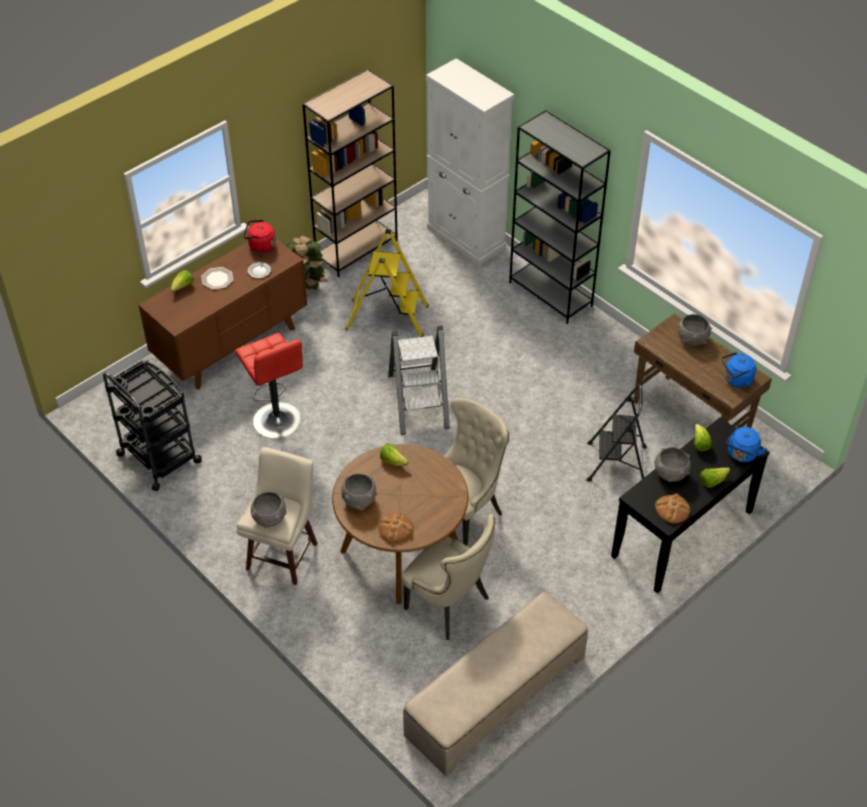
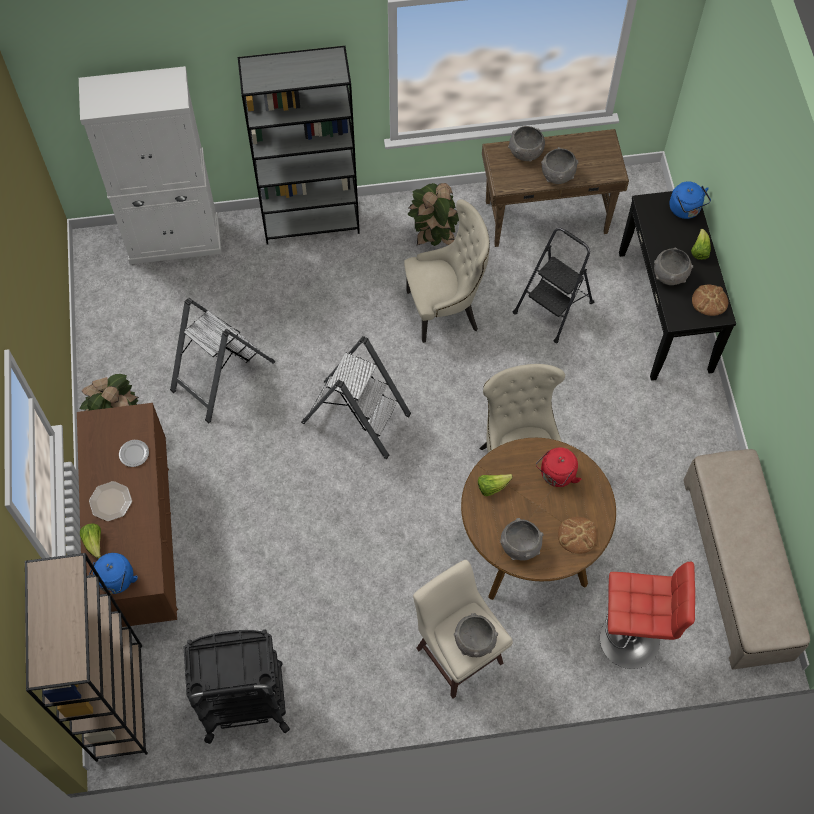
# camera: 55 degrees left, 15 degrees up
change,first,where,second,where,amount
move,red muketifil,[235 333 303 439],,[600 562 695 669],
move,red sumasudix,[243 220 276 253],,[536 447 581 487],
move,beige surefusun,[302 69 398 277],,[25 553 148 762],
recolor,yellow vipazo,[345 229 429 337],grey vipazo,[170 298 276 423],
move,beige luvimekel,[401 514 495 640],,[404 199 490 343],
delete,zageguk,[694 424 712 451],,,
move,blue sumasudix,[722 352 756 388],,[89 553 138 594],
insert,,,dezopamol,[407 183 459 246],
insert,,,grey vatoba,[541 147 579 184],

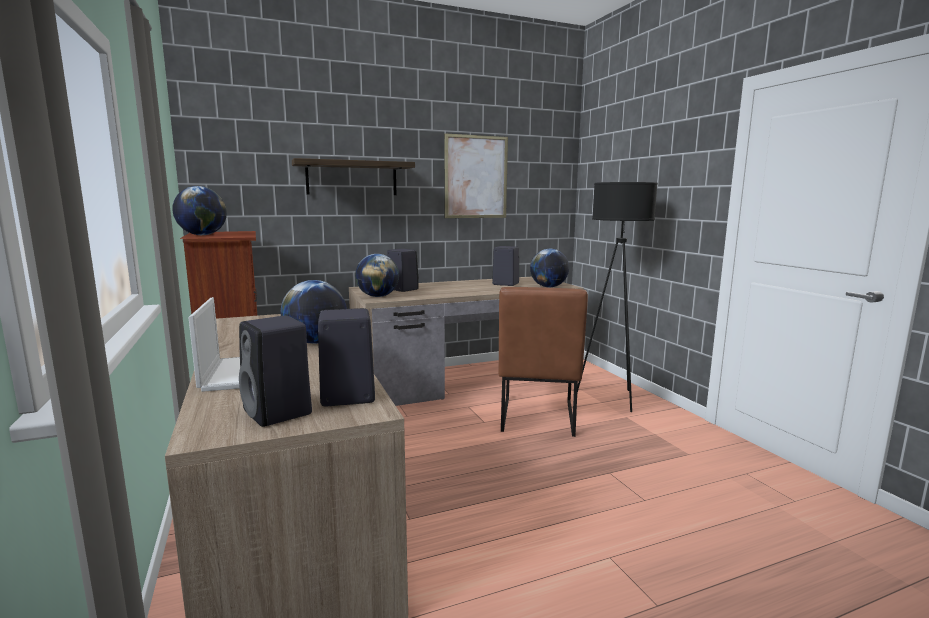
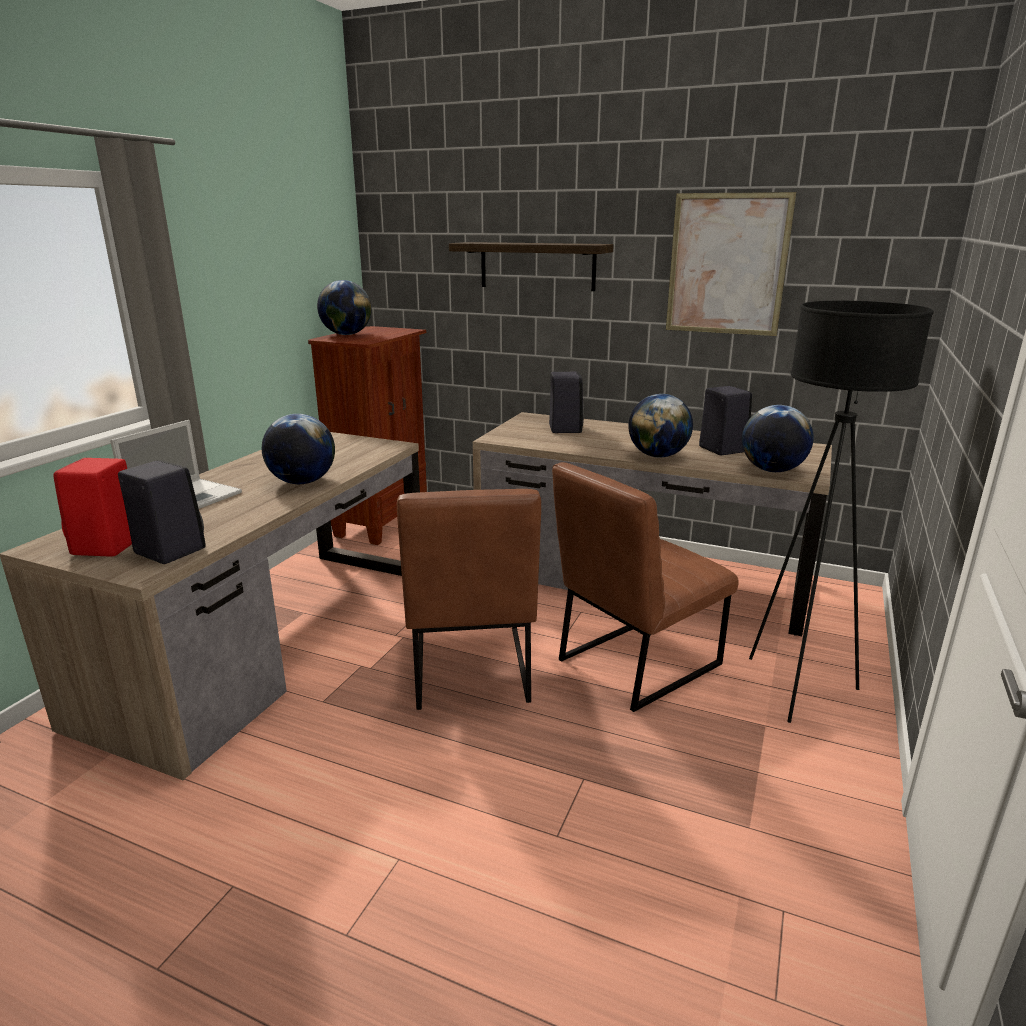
# camera: 45 degrees right, 10 degrees up
change,first,where,second,where,amount
recolor,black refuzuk,[239 315 312 427],red refuzuk,[54 458 132 557],
move,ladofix,[355 254 399 297],,[629 394 693 457],
insert,,,brown luvimekel,[397 489 541 710],

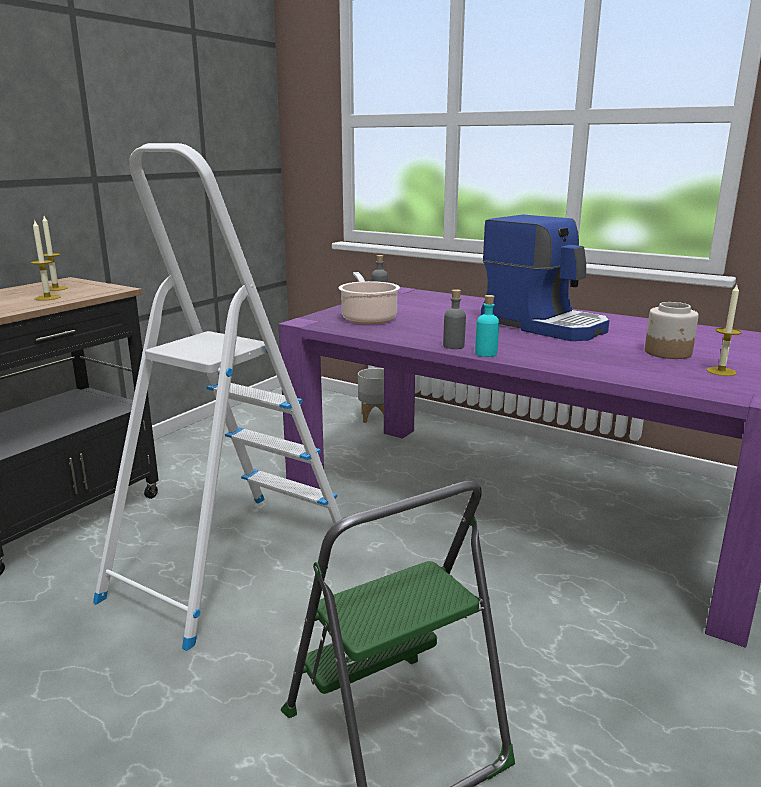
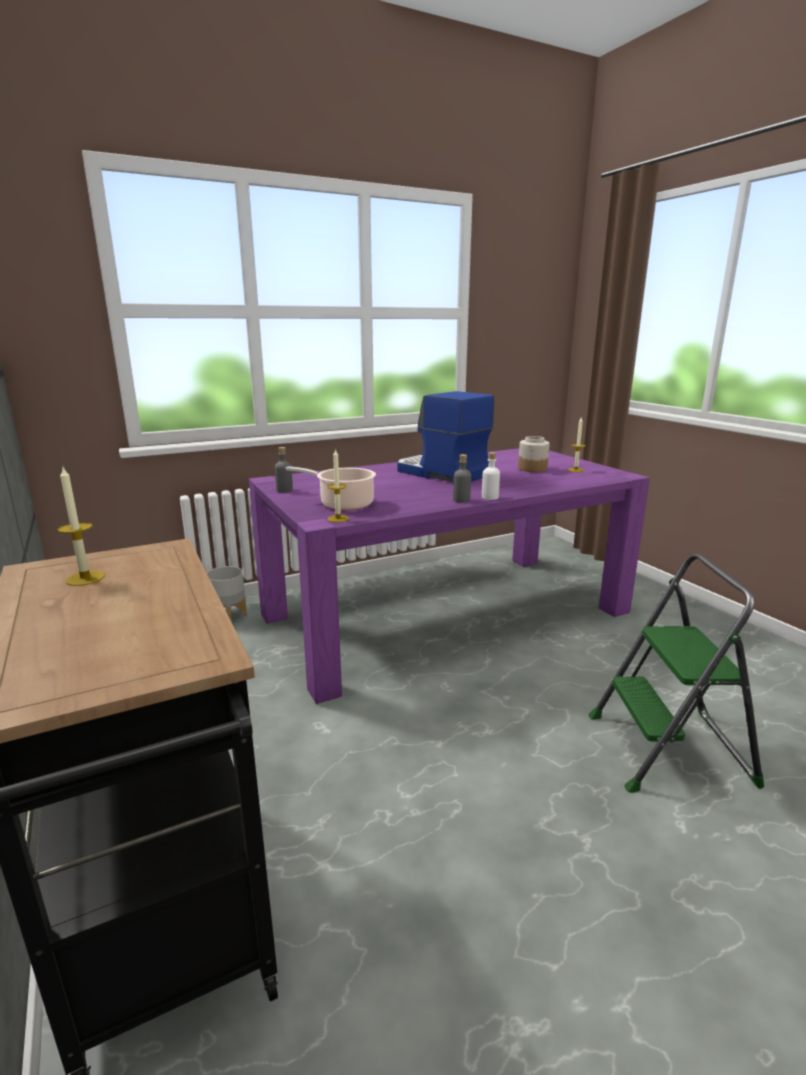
# camera: 60 degrees left, 0 degrees up
change,first,where,second,where,amount
move,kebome,[30 219 60 301],,[327 448 349 522],
delete,white vipazo,[93 143 342 651],,,
recolor,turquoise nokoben,[475 295 499 357],white nokoben,[482 452 500 500],
rotate,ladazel,[481 215 610 341],,[397 391 494 483],120 degrees counterclockwise

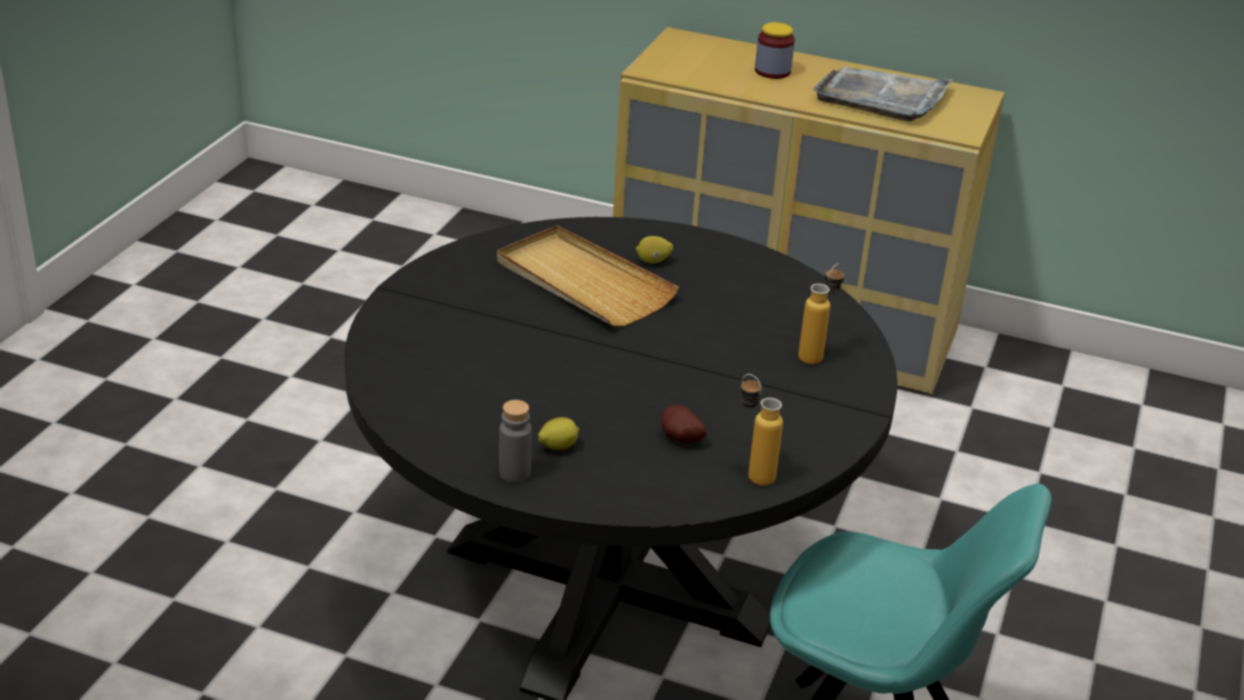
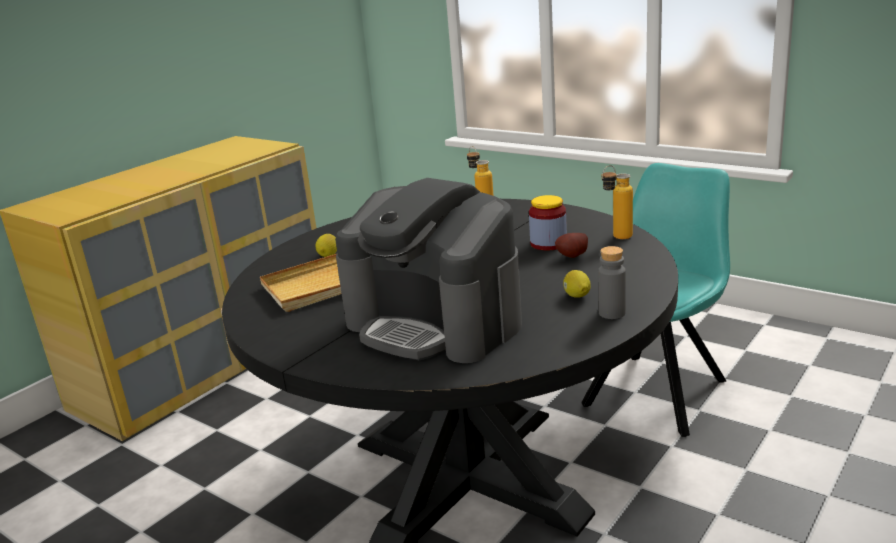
# camera: 70 degrees left, 10 degrees down
change,first,where,second,where,amount
move,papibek,[755 22 795 79],,[529 195 567 250],
delete,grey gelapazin,[813 66 953 122],,,
insert,,,ladazel,[335 178 522 363],

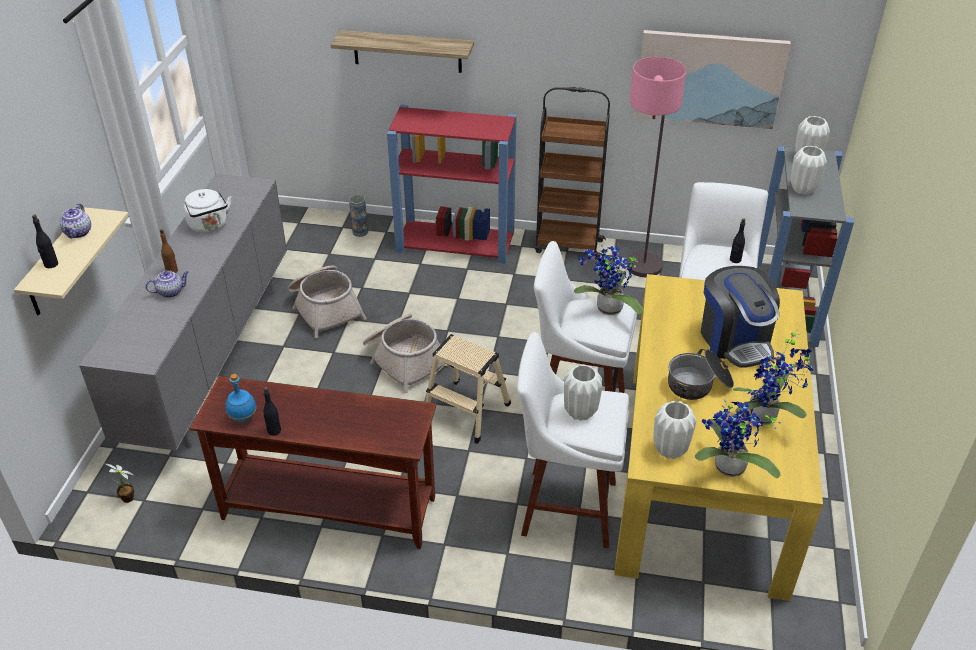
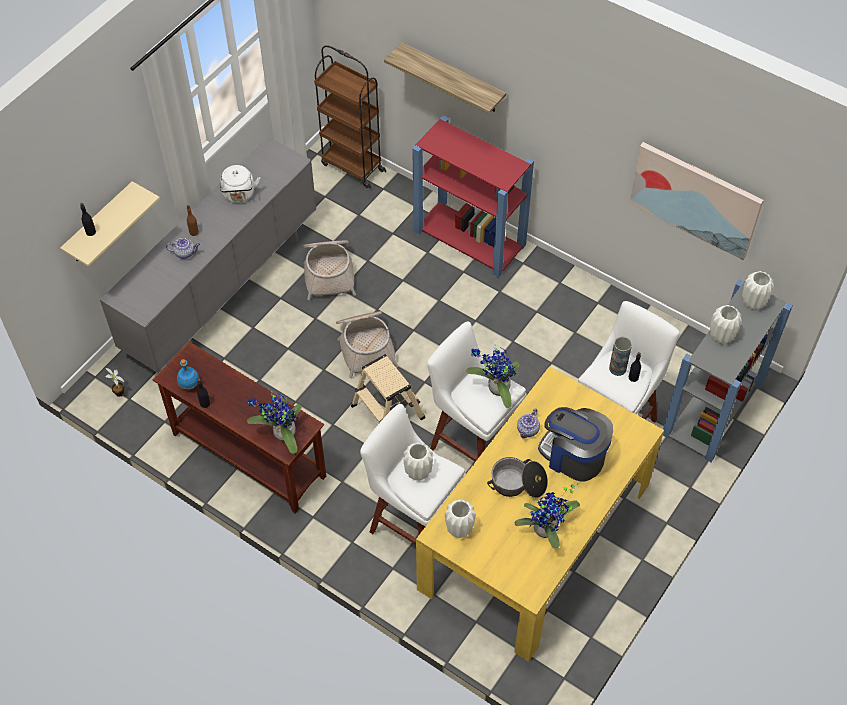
# camera: 25 degrees right, 15 degrees up
change,first,where,second,where,amount
move,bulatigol,[60 203 91 238],,[517 408 540 438],
move,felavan,[349 195 368 237],,[609 337 632 376],
move,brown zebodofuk,[534 87 610 259],,[314 45 386 188],
delete,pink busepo,[627 57 686 277],,,
move,dezopamol,[695 400 781 478],,[247 391 302 454],
rotate,ladazel,[701 266 780 368],,[538 407 613 481],120 degrees clockwise

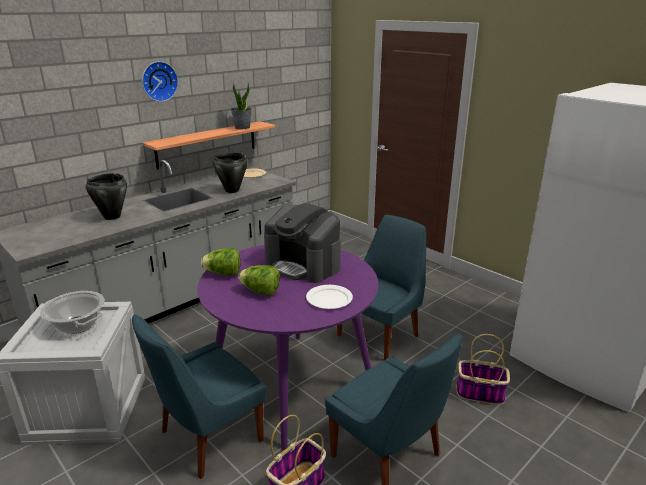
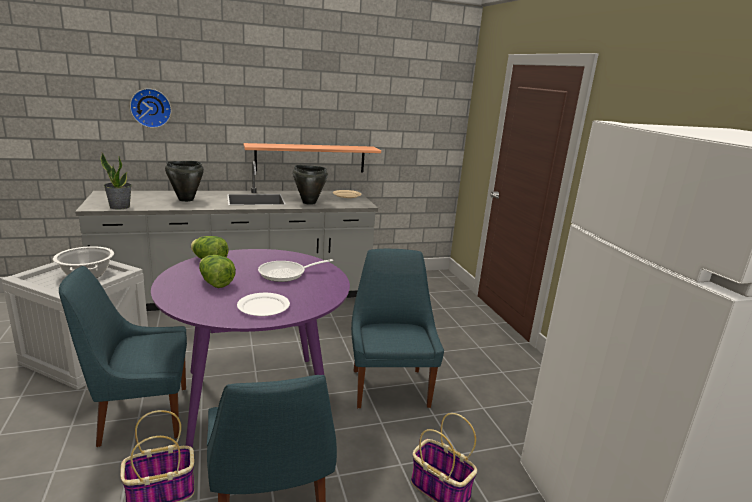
# camera: 25 degrees right, 5 degrees down
change,first,where,second,where,amount
move,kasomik,[142 61 178 102],,[130 88 172 128],
move,dezopamol,[231 82 252 129],,[100 152 132 210],
replace,ladazel,[264 203 341 283],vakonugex,[258 259 333 282],
rotate,blue luvimekel,[337 215 426 360],,[351 249 444 408],75 degrees counterclockwise

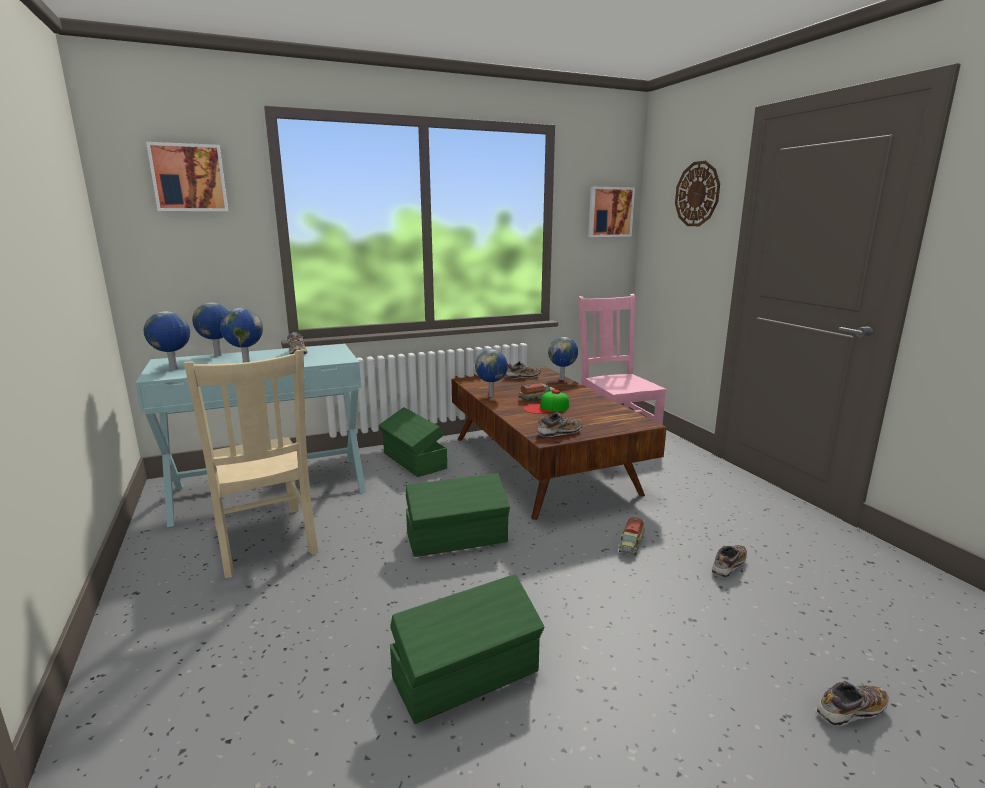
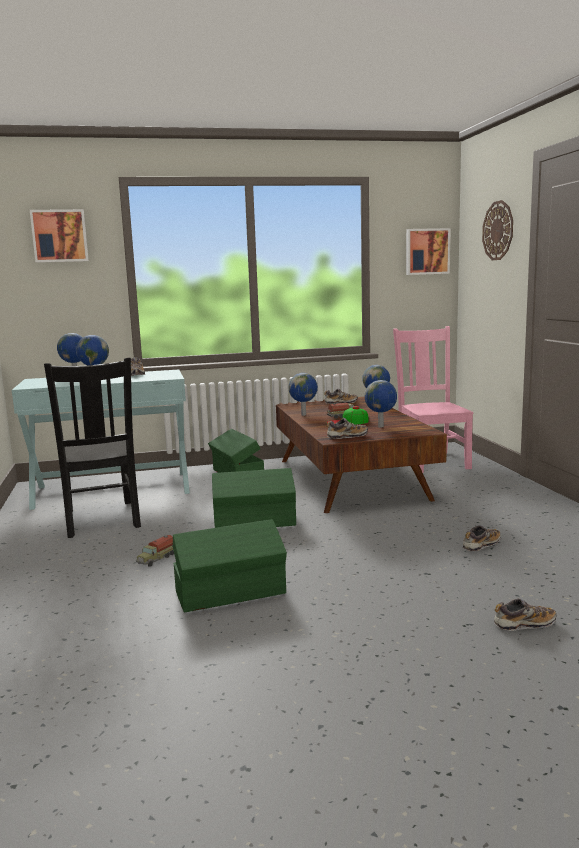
# camera: 10 degrees right, 5 degrees down
change,first,where,second,where,amount
move,ladofix,[144 311 190 370],,[365 380 397 427],
recolor,beige luvimekel,[184 349 318 578],black luvimekel,[44 358 141 538],
move,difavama,[619 517 645 556],,[136 535 174 567],

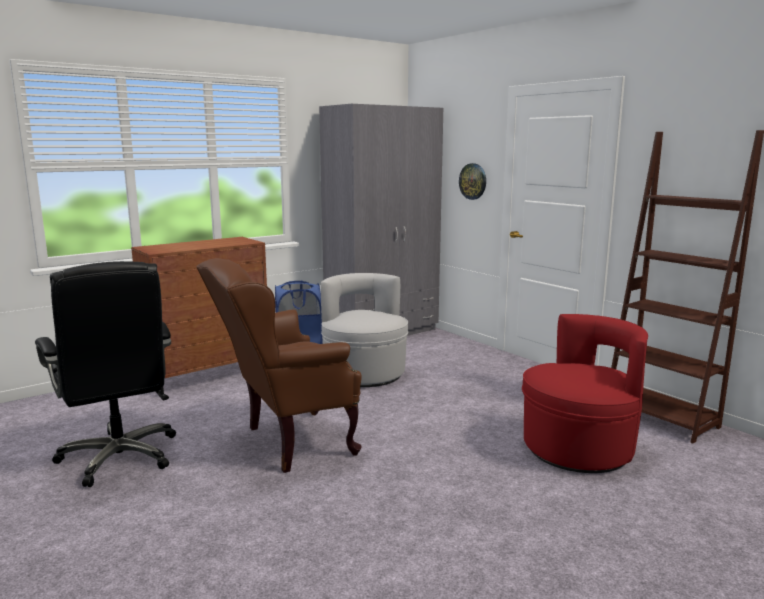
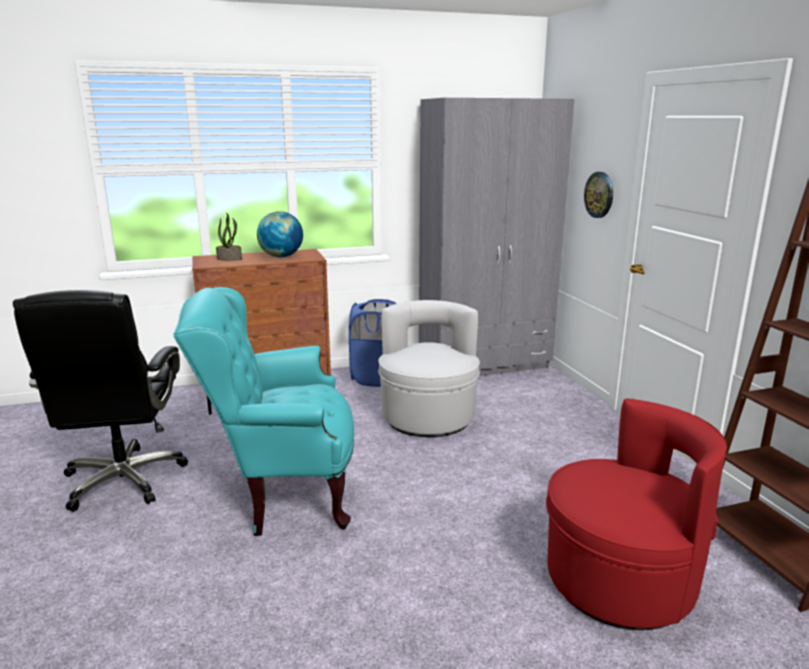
# camera: 20 degrees right, 5 degrees up
change,first,where,second,where,amount
recolor,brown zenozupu,[197 258 362 473],turquoise zenozupu,[173 287 354 536],
insert,,,dezopamol,[216 213 242 261],
insert,,,ladofix,[257 211 303 257],

